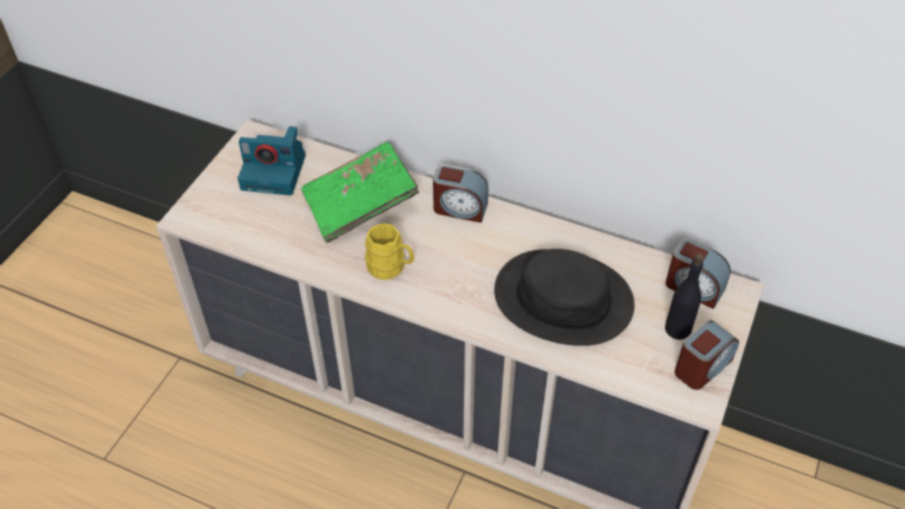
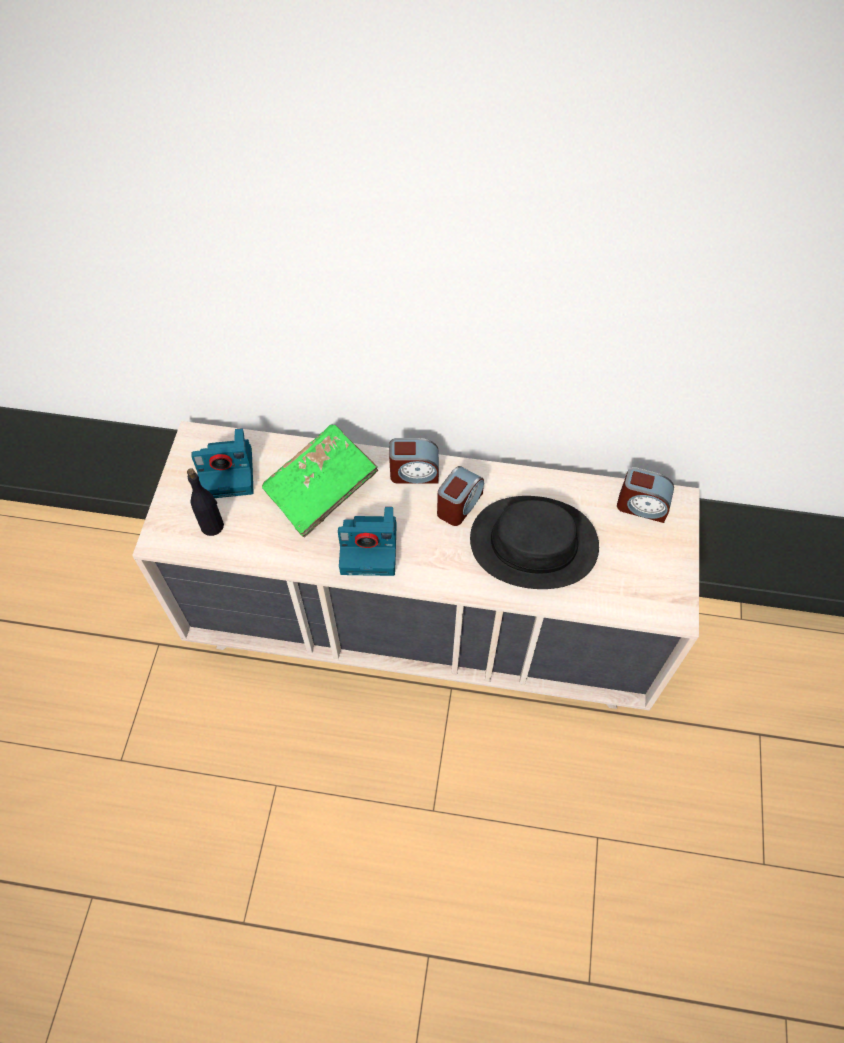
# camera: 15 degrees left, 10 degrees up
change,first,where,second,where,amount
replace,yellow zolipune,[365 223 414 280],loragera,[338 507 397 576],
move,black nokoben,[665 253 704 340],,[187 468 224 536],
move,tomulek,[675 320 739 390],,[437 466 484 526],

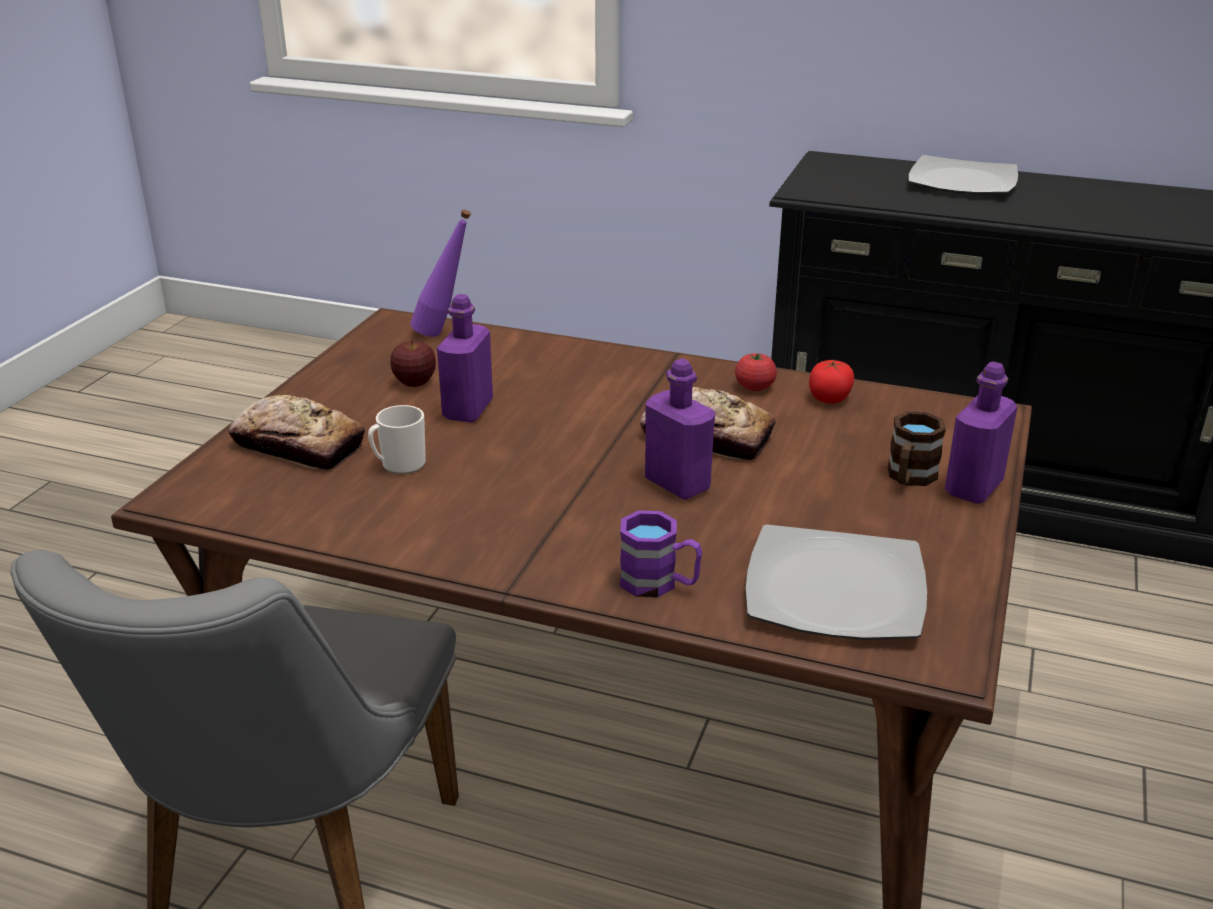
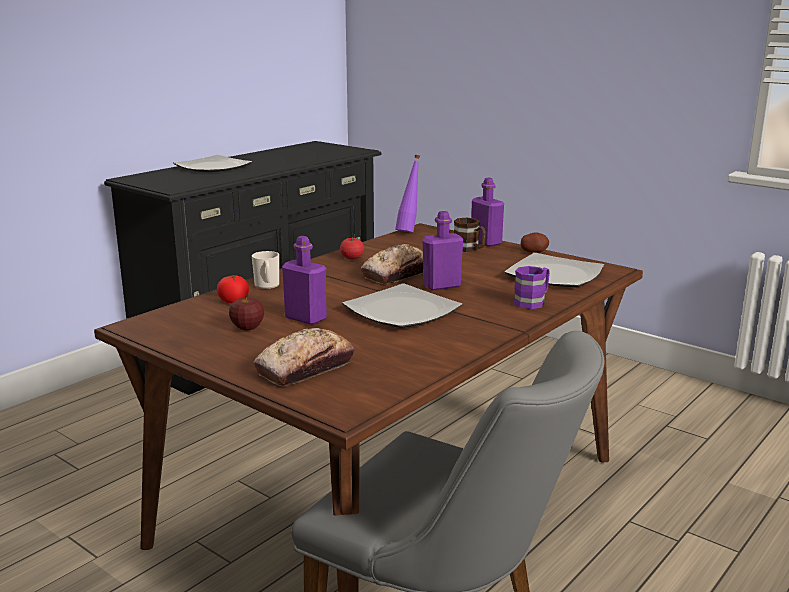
# camera: 70 degrees left, 10 degrees down
change,first,where,second,where,amount
move,zolipune,[368 405 426 475],,[252 251 279 289],
move,purple nokoben,[410 209 471 337],,[395 155 420 233],
move,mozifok,[809 360 854 404],,[217 275 249 303],
insert,,,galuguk,[342 284 462 328],
insert,,,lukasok,[521 232 549 252],

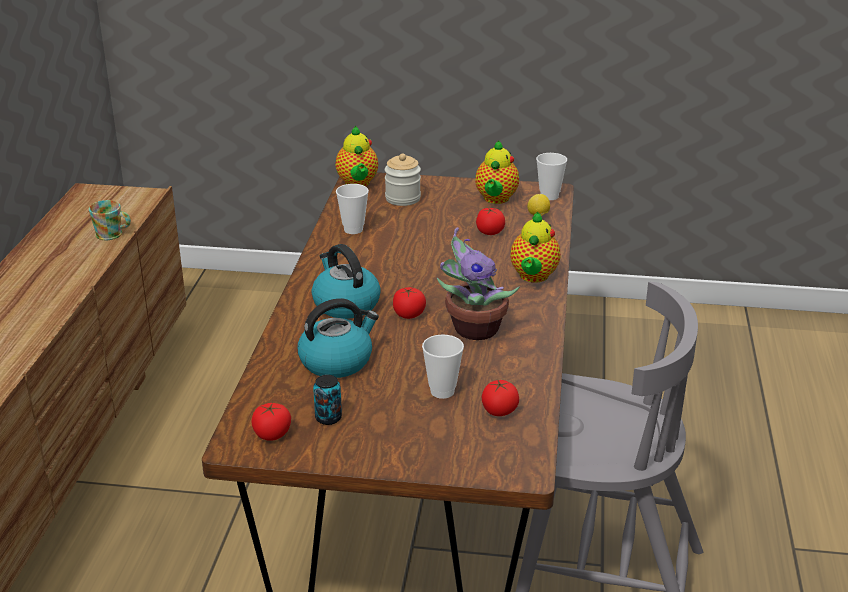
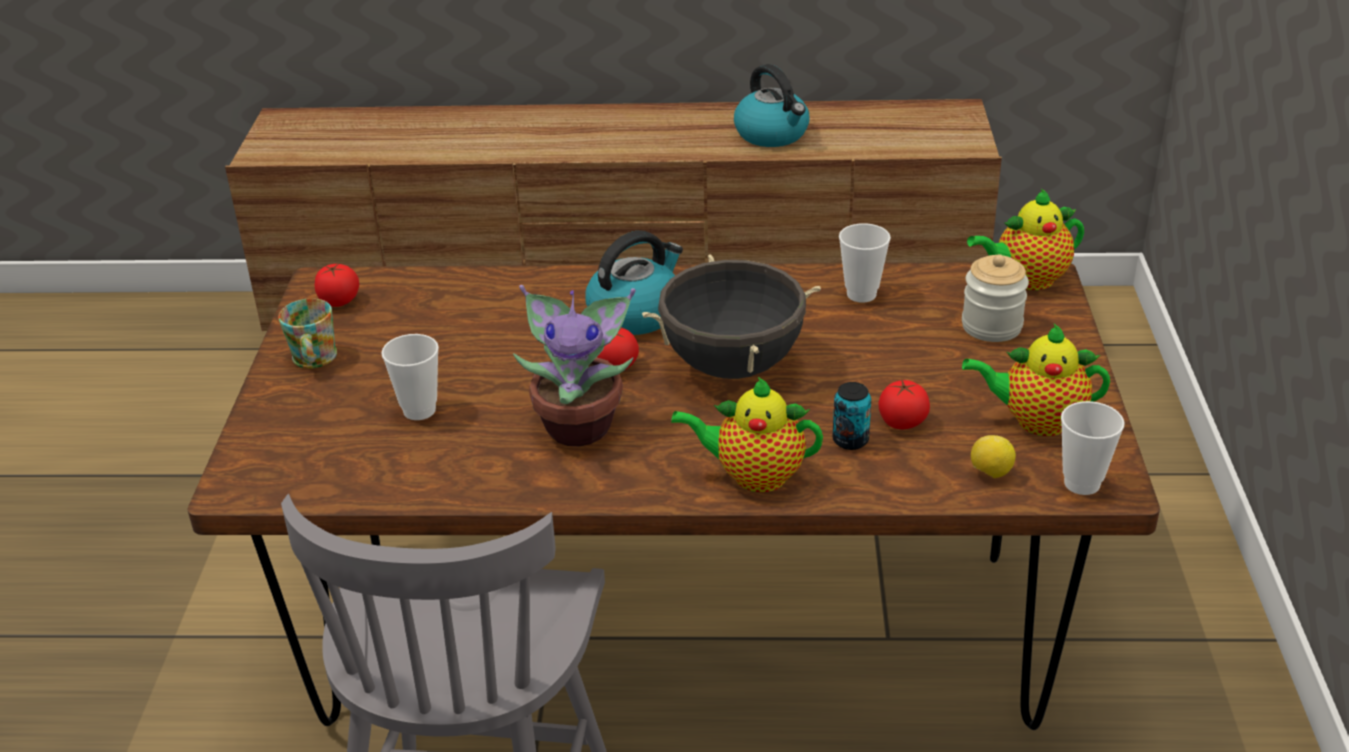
# camera: 85 degrees right, 5 degrees up
change,first,where,second,where,amount
move,zolipune,[89 200 131 240],,[278 298 337 369],
move,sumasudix,[298 298 379 378],,[734 64 809 147],
move,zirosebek,[313 375 342 425],,[833 382 871 450],
delete,mozifok,[482 380 519 416],,,
insert,,,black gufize,[642 254 821 379],

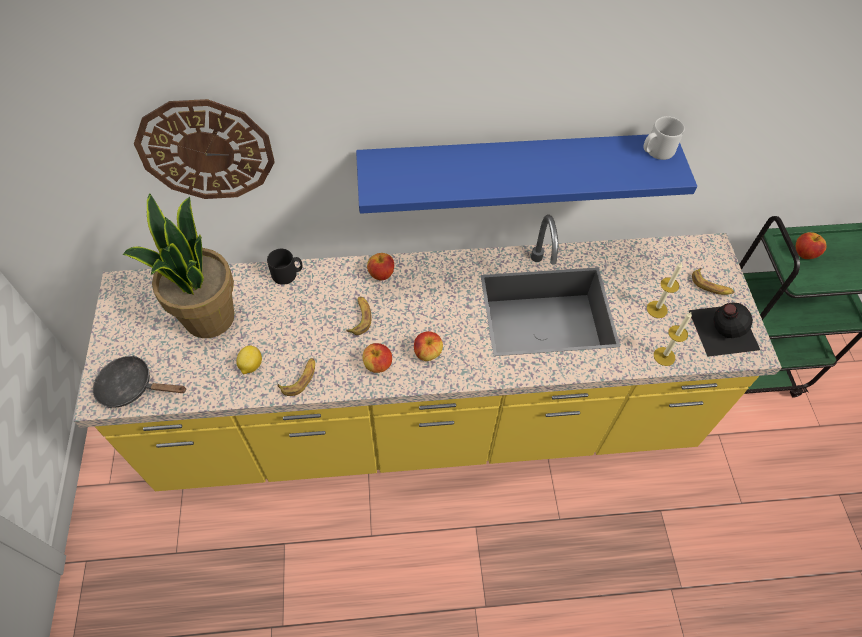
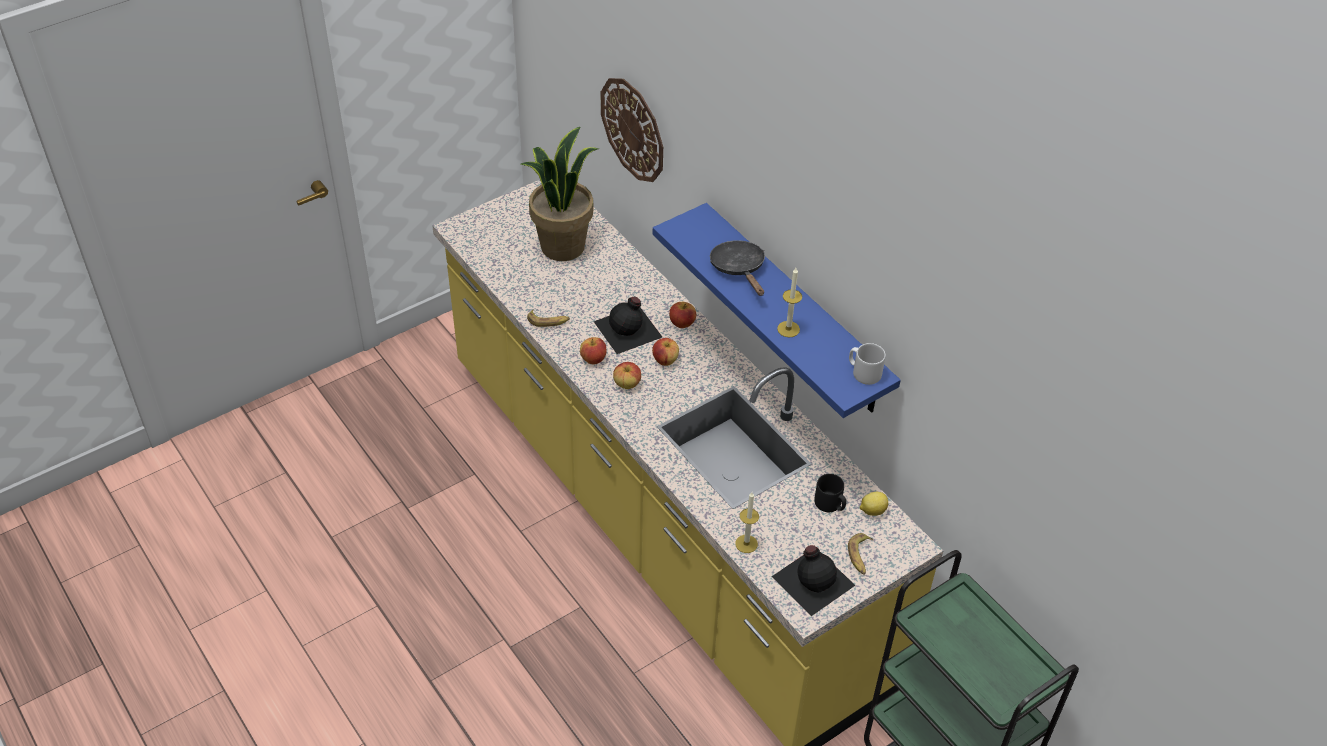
# camera: 60 degrees right, 10 degrees down
change,first,where,second,where,amount
move,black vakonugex,[93 355 187 408],,[710 240 765 296],
move,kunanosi,[236 345 262 374],,[860 492 888 516],
move,black zolipune,[267 249 302 285],,[814 474 846 512],
replace,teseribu,[346 297 371 335],black nokoben,[593 297 662 354],
move,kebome,[647 262 682 318],,[777 268 802 337],
move,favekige,[796 232 826 259],,[652 338 679 366],

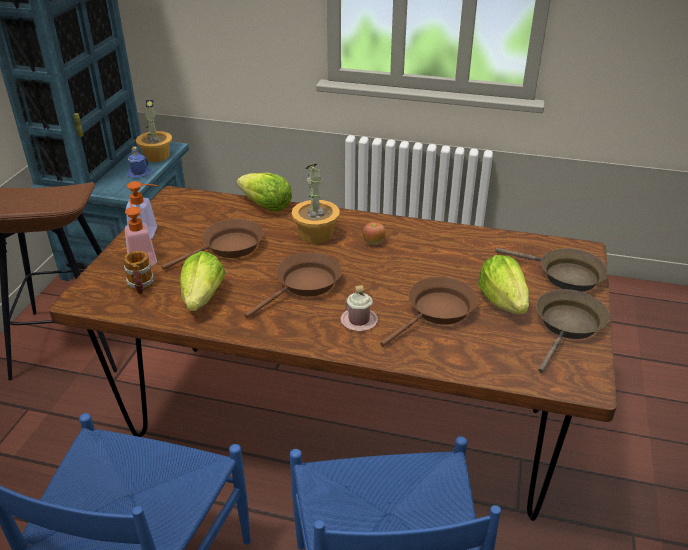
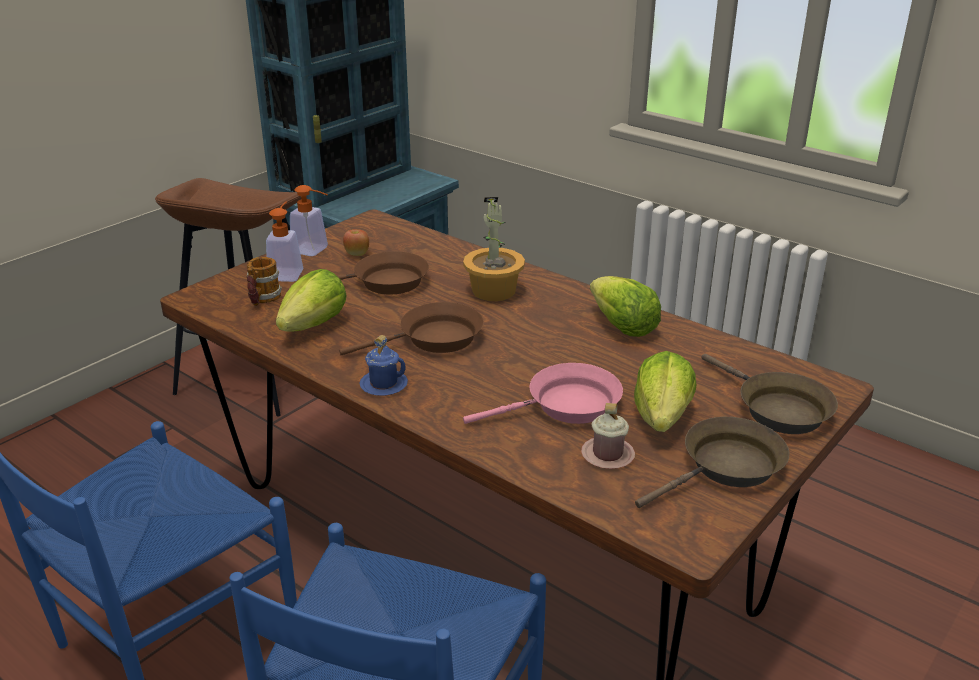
# camera: 25 degrees right, 5 degrees down
change,first,where,second,where,amount
move,blue zolipune,[126 146 151 178],,[359 335 408 396],
delete,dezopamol,[136 100 172 162],,,
move,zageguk,[237 173 292 211],,[590 276 661 337],
move,pink zolipune,[340 285 378 331],,[581 403 635 469],
move,favekige,[363 222 386 245],,[343 229 369 256],
recolor,brown vakonugex,[380 277 478 347],pink vakonugex,[463 363 623 424],

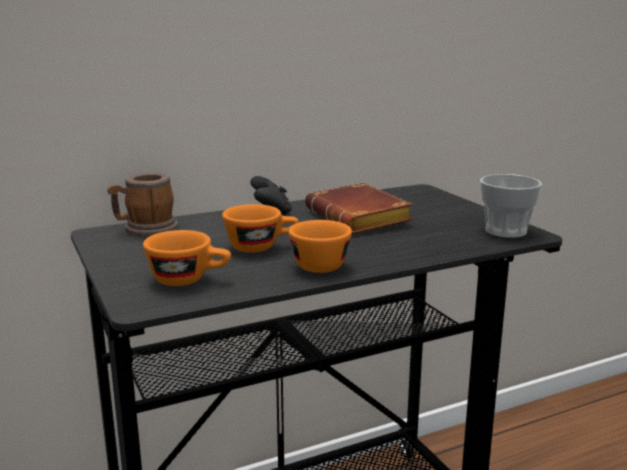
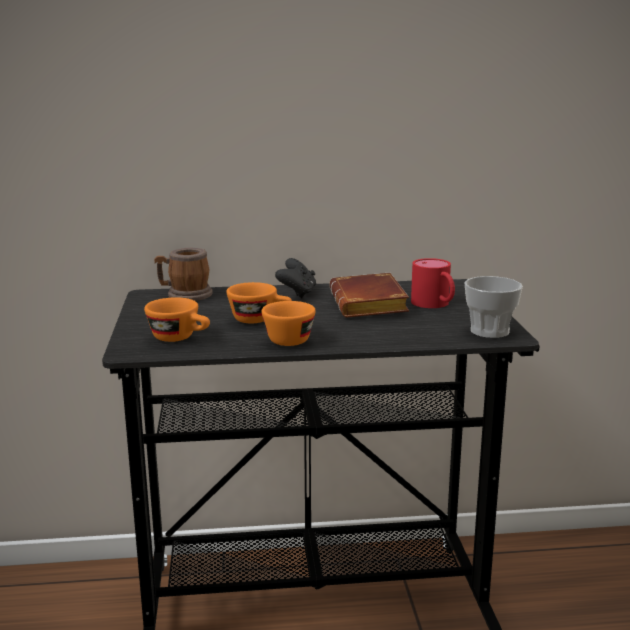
# camera: 20 degrees right, 0 degrees up
change,first,where,second,where,amount
insert,,,red zolipune,[411 258 455 308],

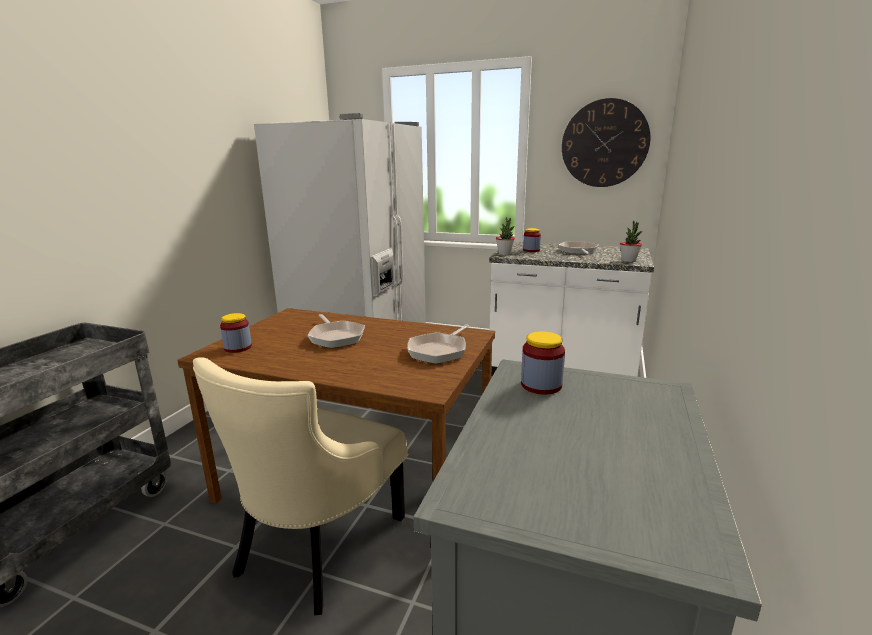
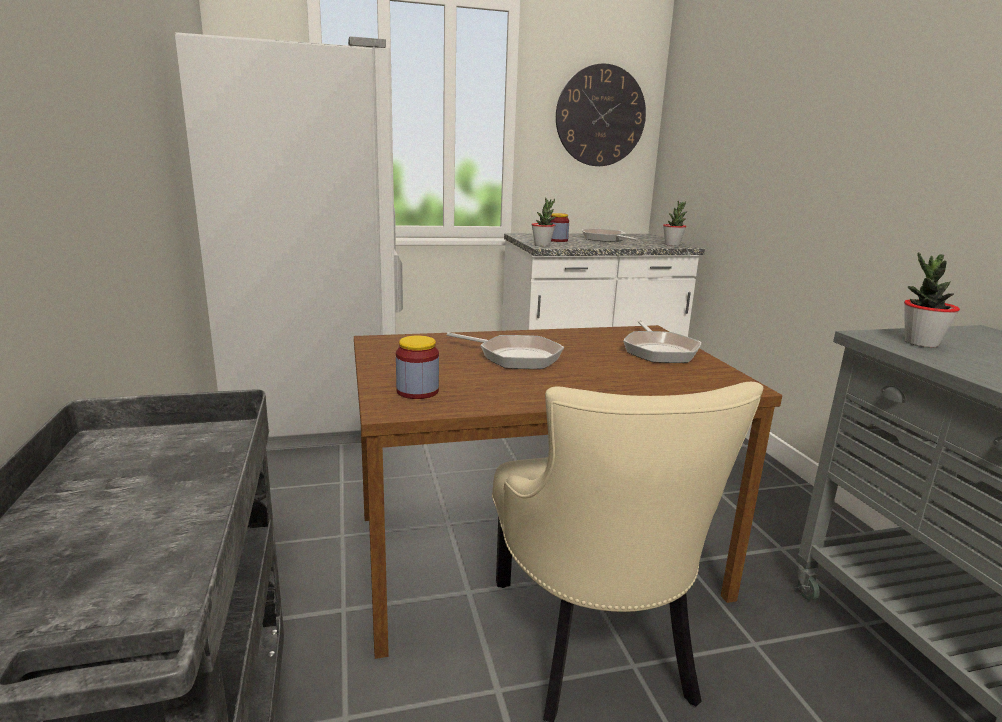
# camera: 35 degrees left, 0 degrees up
change,first,where,second,where,amount
replace,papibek,[521 332 565 395],dezopamol,[904 252 960 348],

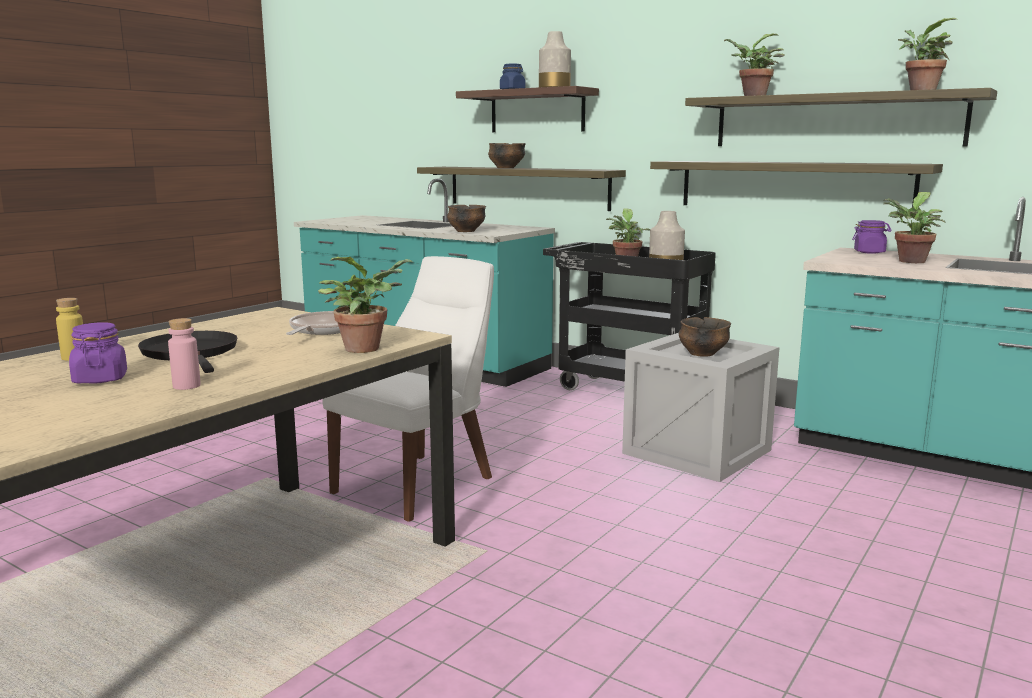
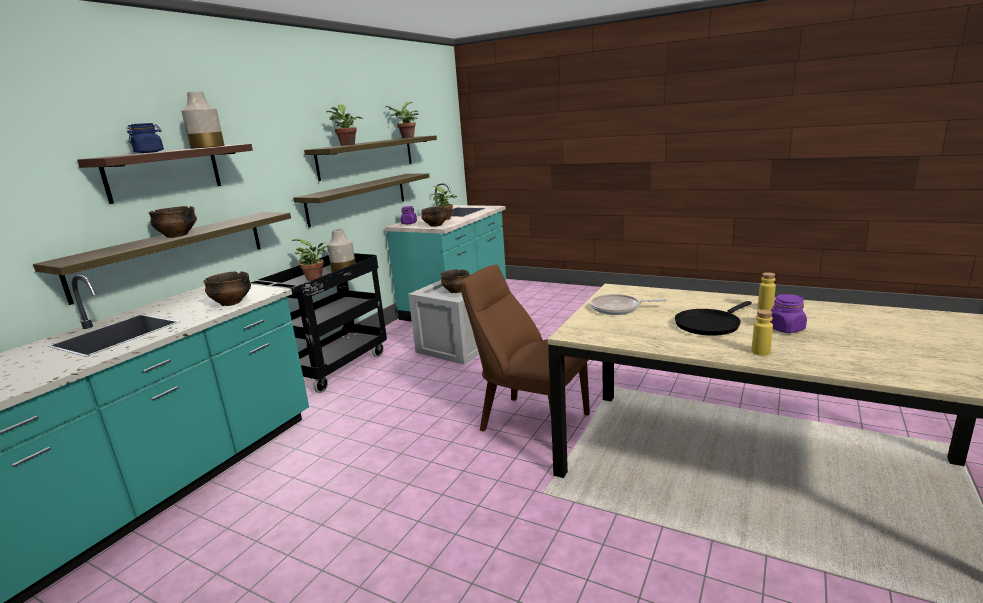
# camera: 95 degrees left, 5 degrees up
change,first,where,second,where,amount
recolor,pink nokoben,[168 318 201 390],yellow nokoben,[758 272 776 311],
delete,dezopamol,[318 257 413 353],,,
recolor,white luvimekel,[323 256 494 522],brown luvimekel,[460 265 590 431],
insert,,,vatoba,[421 207 448 227],

